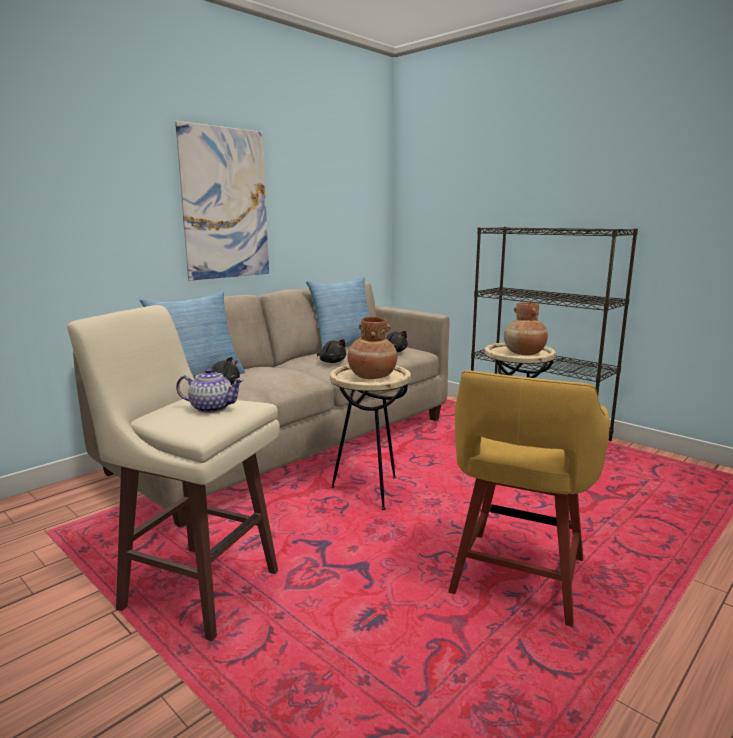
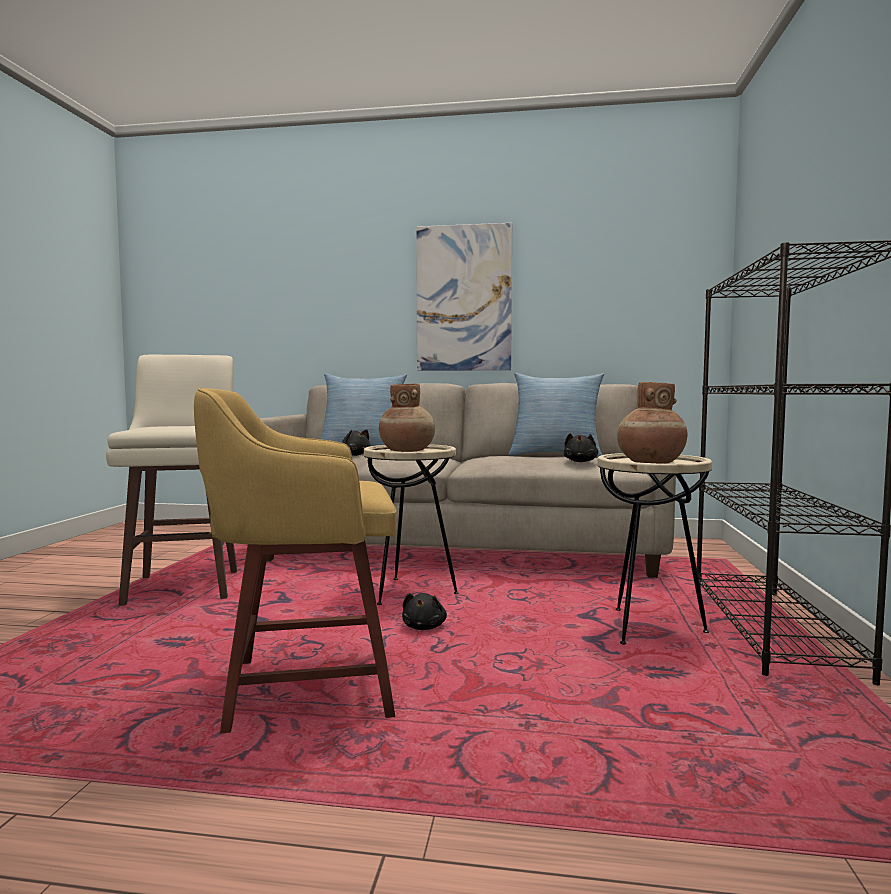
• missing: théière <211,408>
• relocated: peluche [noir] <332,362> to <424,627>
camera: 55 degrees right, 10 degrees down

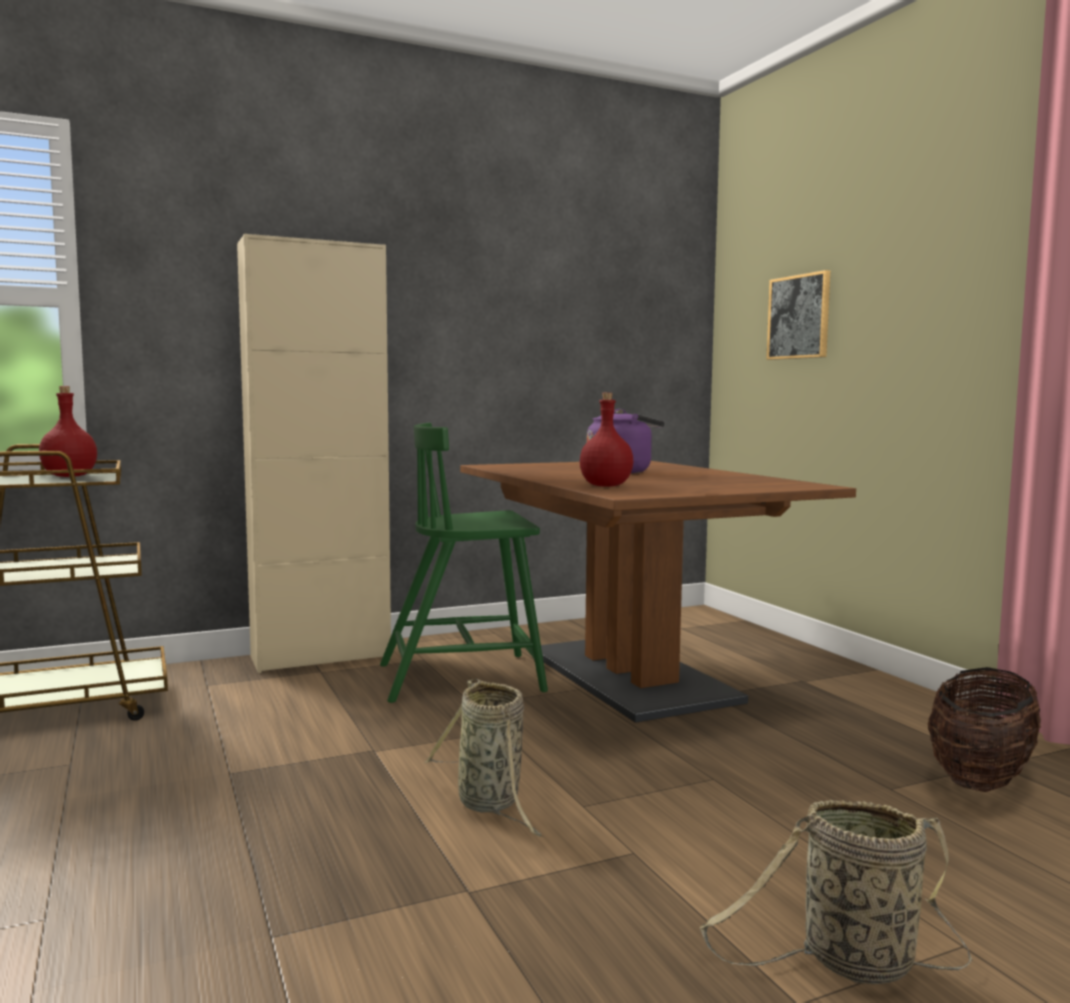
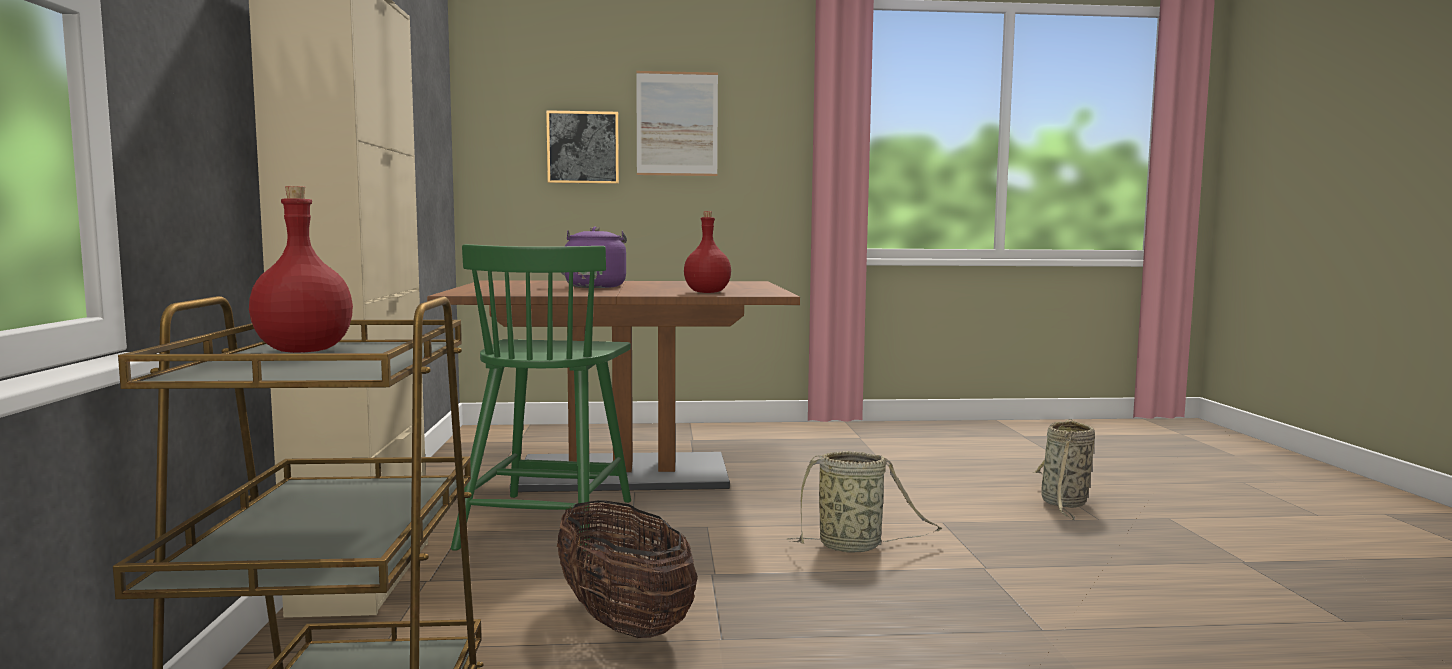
• appeared: tableau <677,124>
• relocated: panier <980,778> to <623,622>
camera: 70 degrees left, 0 degrees up

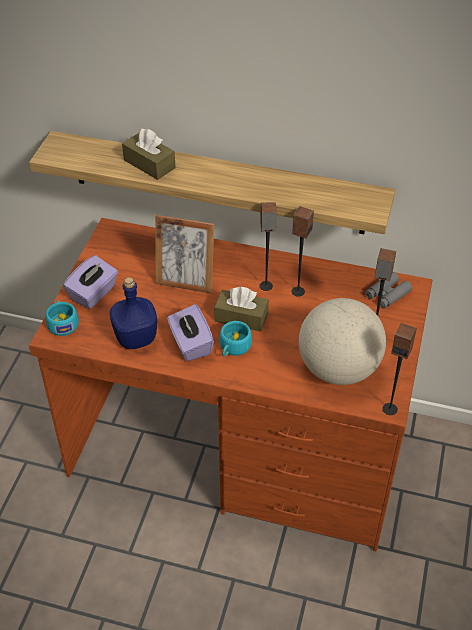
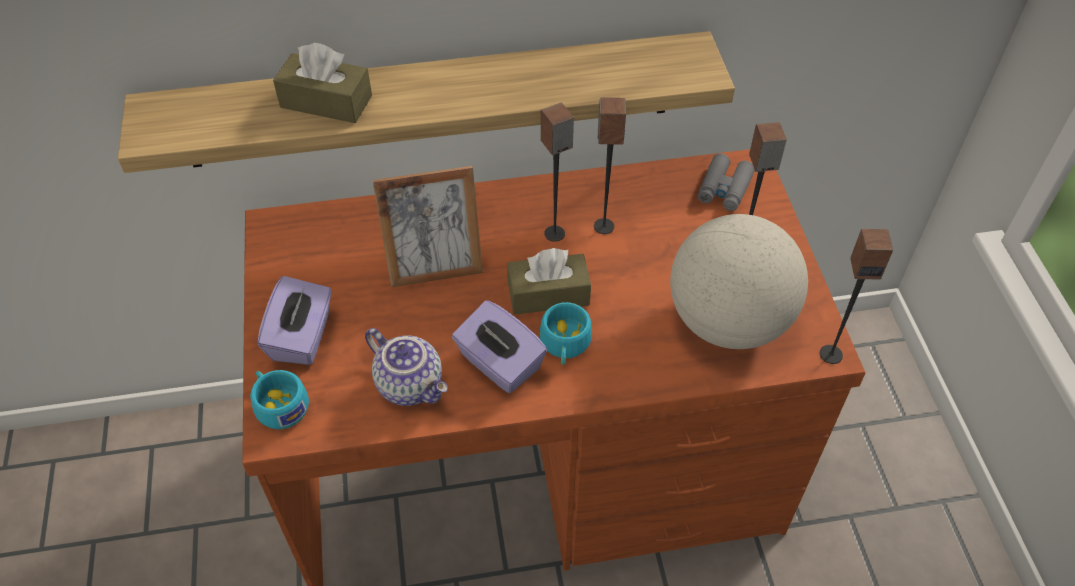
• exchanged: bouteille [bleu] <136,337> to théière <411,384>
camera: 25 degrees left, 5 degrees up

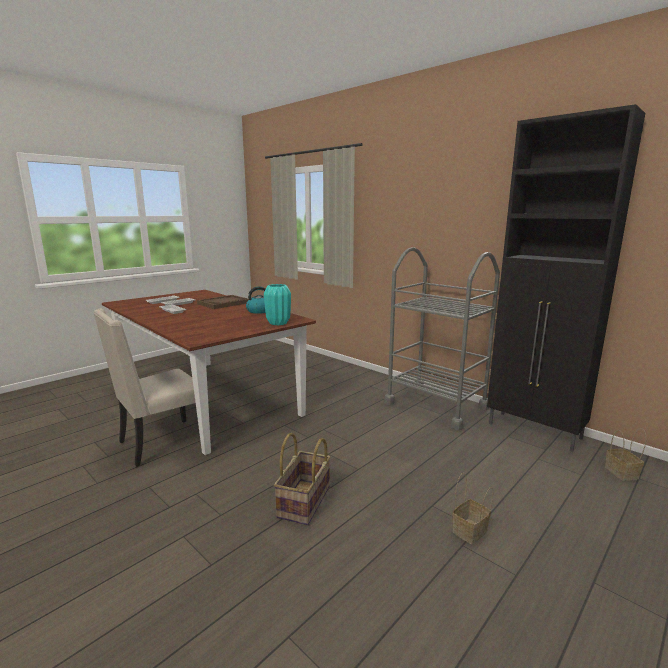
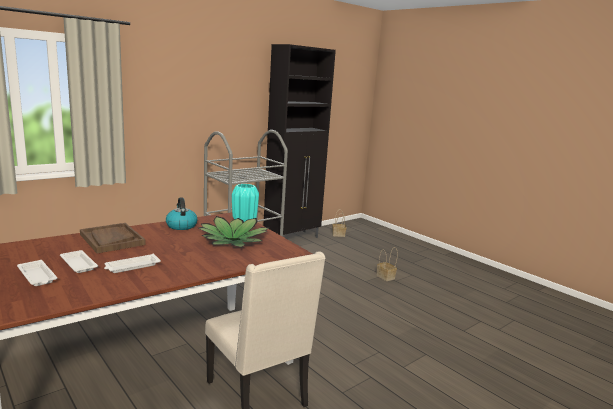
• missing: panier <305,502>
• appeared: plante en pot <233,240>
camera: 85 degrees left, 0 degrees up

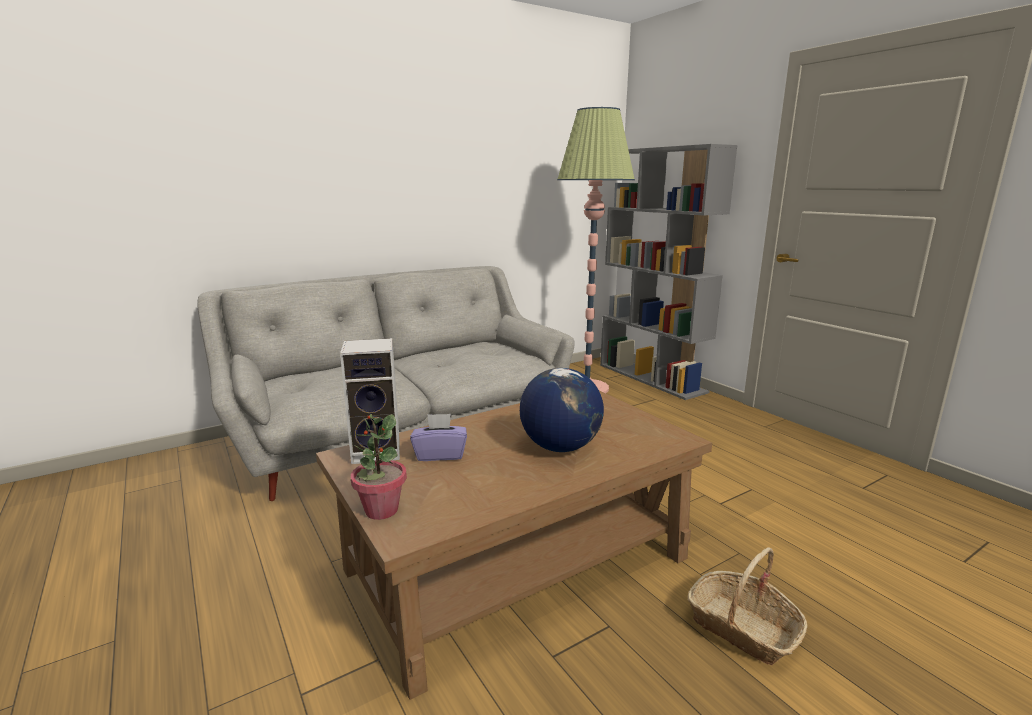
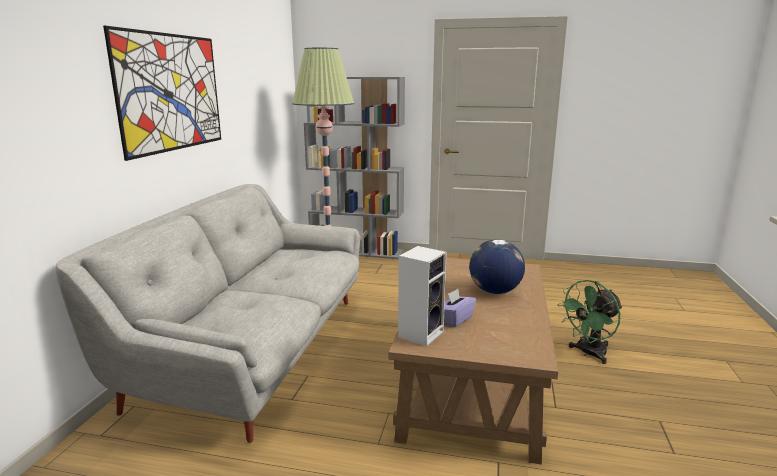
• missing: plante en pot <381,510>
• appeared: tableau <171,92>
• exchanged: panier <743,628> to ventilateur [vert] <588,353>
camera: 45 degrees left, 0 degrees up

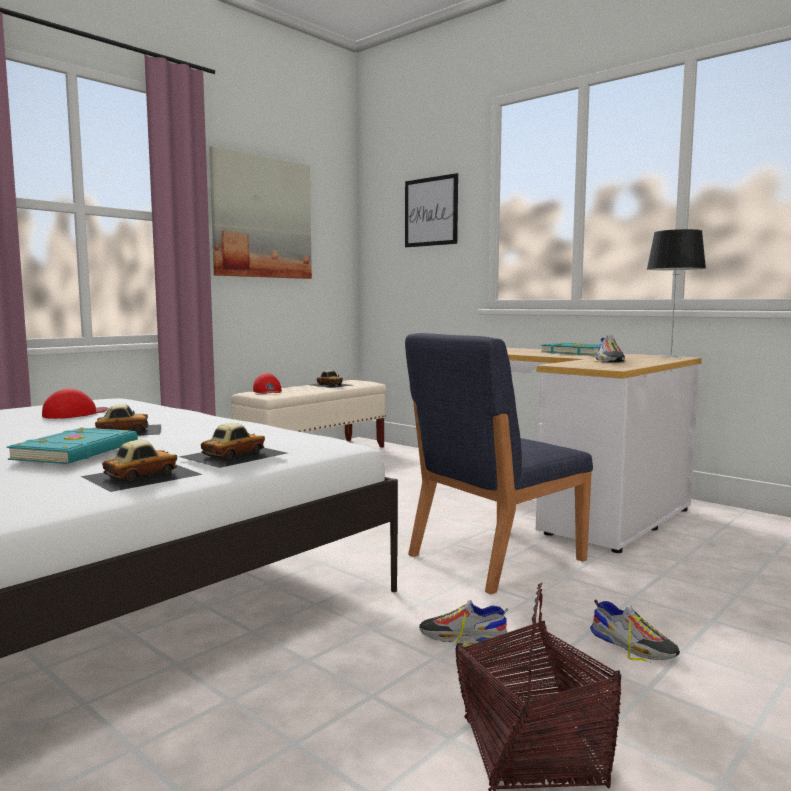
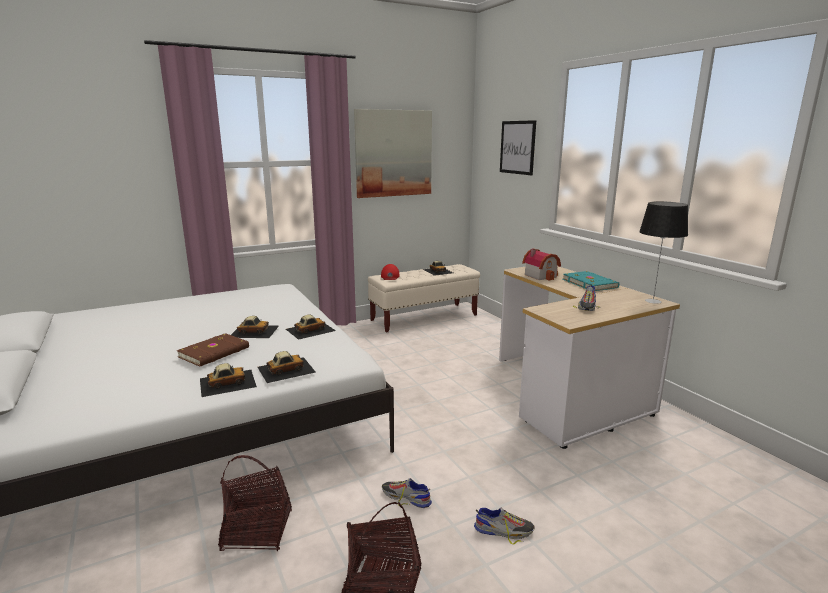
• missing: casquette [rouge] <75,414>
• missing: chaise [bleu] <494,557>
• appeared: panier <257,531>
• appeared: petite voiture <310,329>
• appeared: maison miniature <541,275>
• colour: livre [turquoise] <78,451> to livre [marron] <215,352>
• spun: chaussure <633,645> = <504,530> 60 degrees counterclockwise
camera: 20 degrees right, 10 degrees up

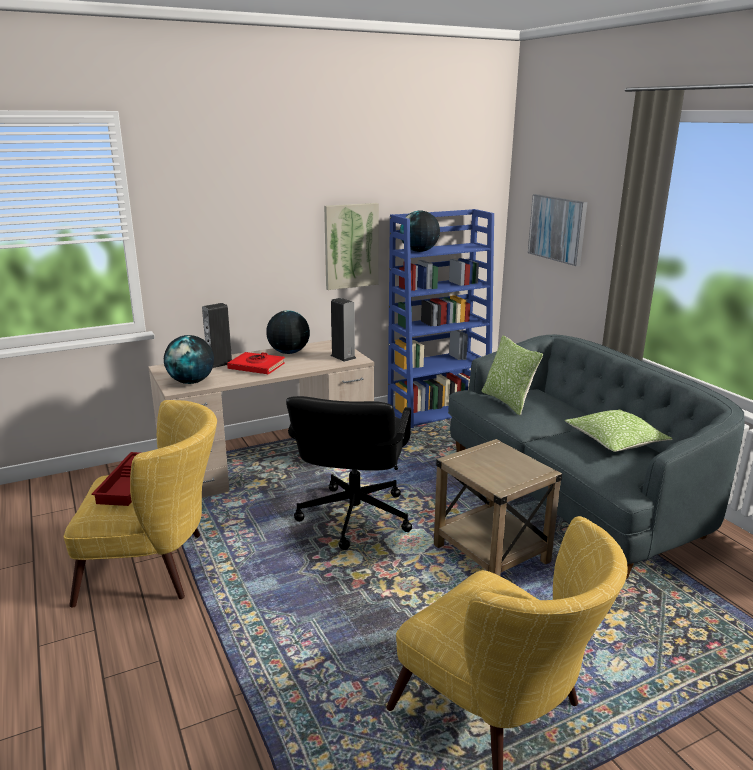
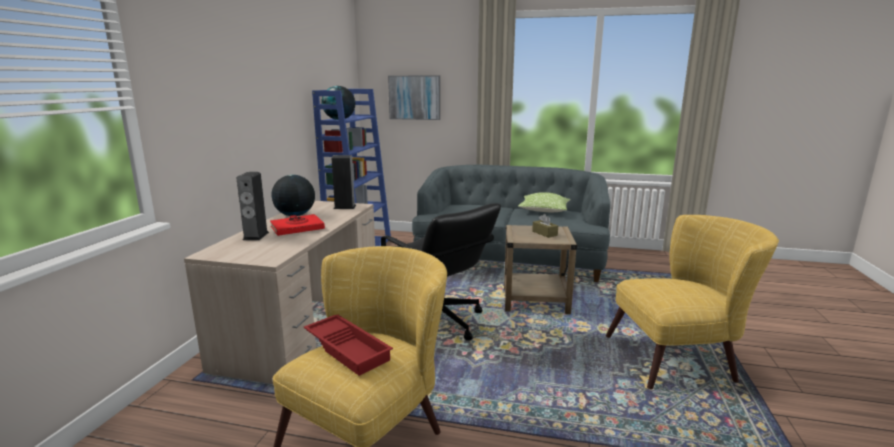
• missing: globe <191,382>
• missing: tableau <351,246>
• missing: coussin <508,401>
• appeared: boîte à mouchoirs [marron] <544,233>
camera: 50 degrees left, 5 degrees down

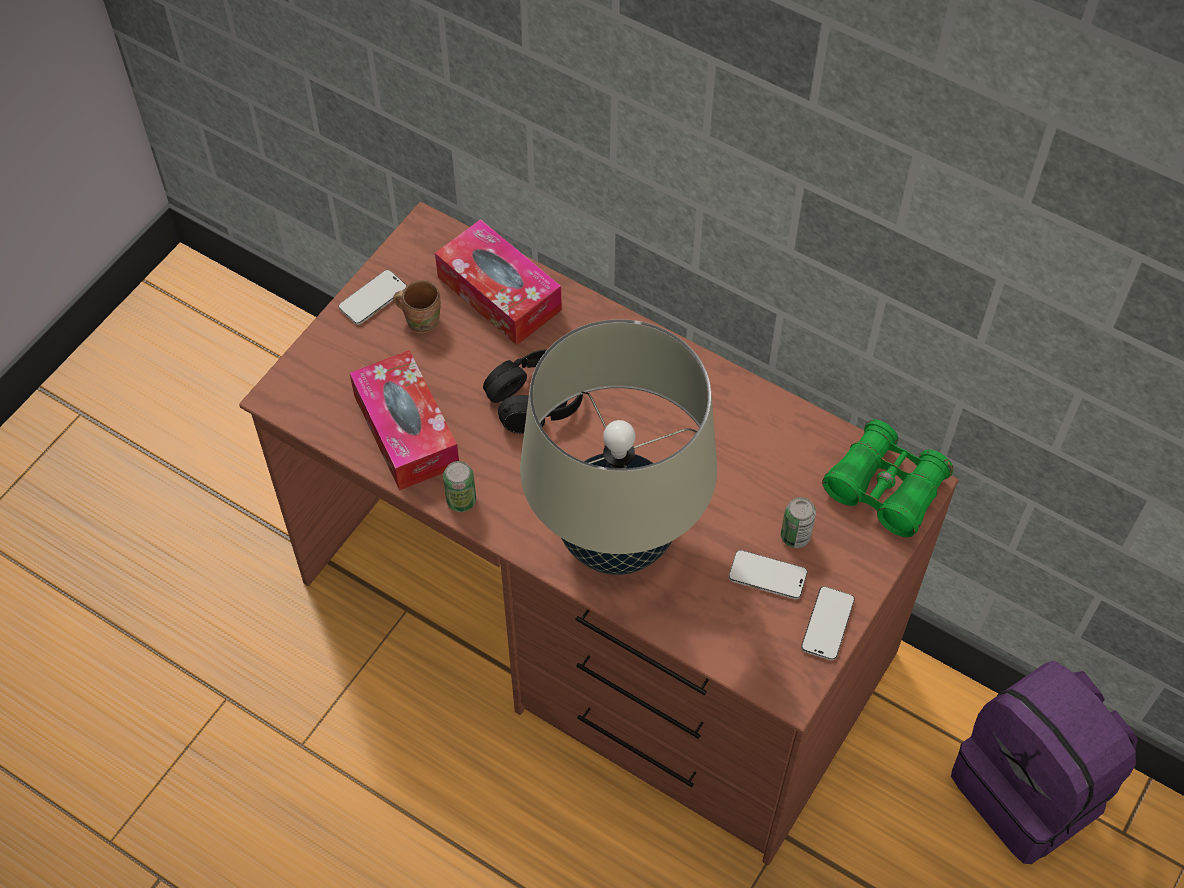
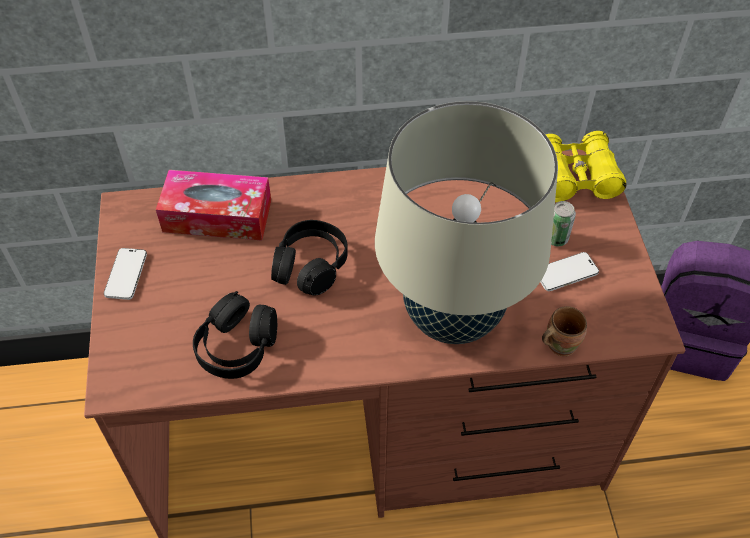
• missing: boîte métallique <461,500>
• missing: téléphone <827,624>
• relocated: mug [marron] <421,319> to <558,343>
• exchanged: boîte à mouchoirs <406,430> to casque audio [noir] <237,346>
• colour: jumelles [vert] <885,488> to jumelles [jaune] <575,177>
camera: 40 degrees left, 5 degrees down

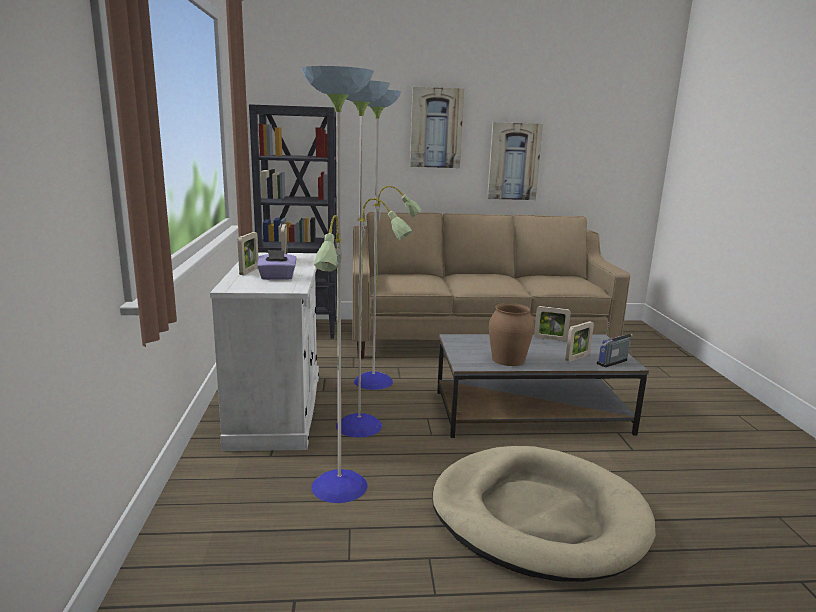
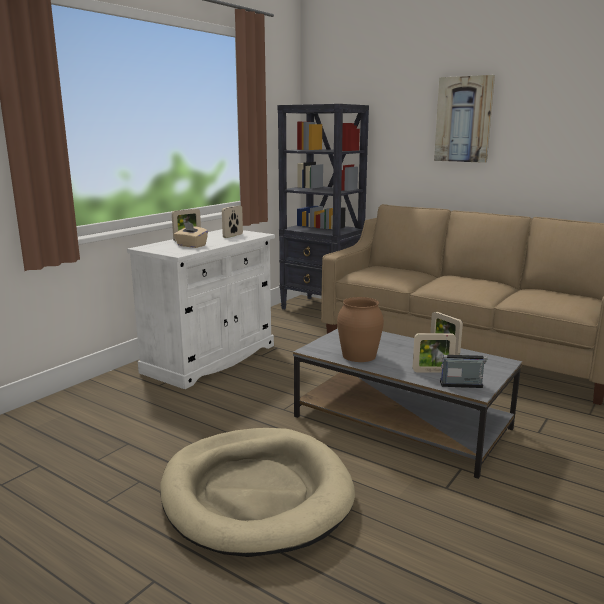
• missing: lampadaire <362,426>
• missing: tableau <513,161>
• colour: boîte à mouchoirs [violet] <277,277> to boîte à mouchoirs [beige] <191,245>
camera: 40 degrees right, 0 degrees up

